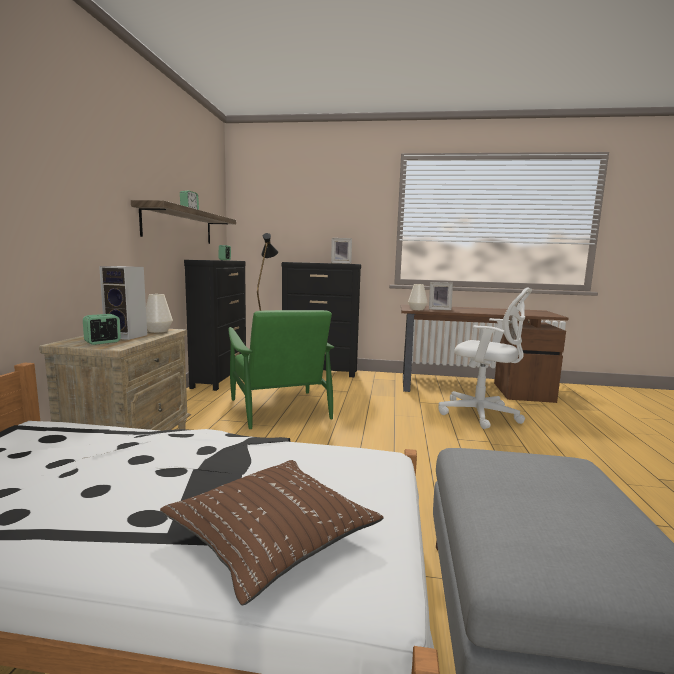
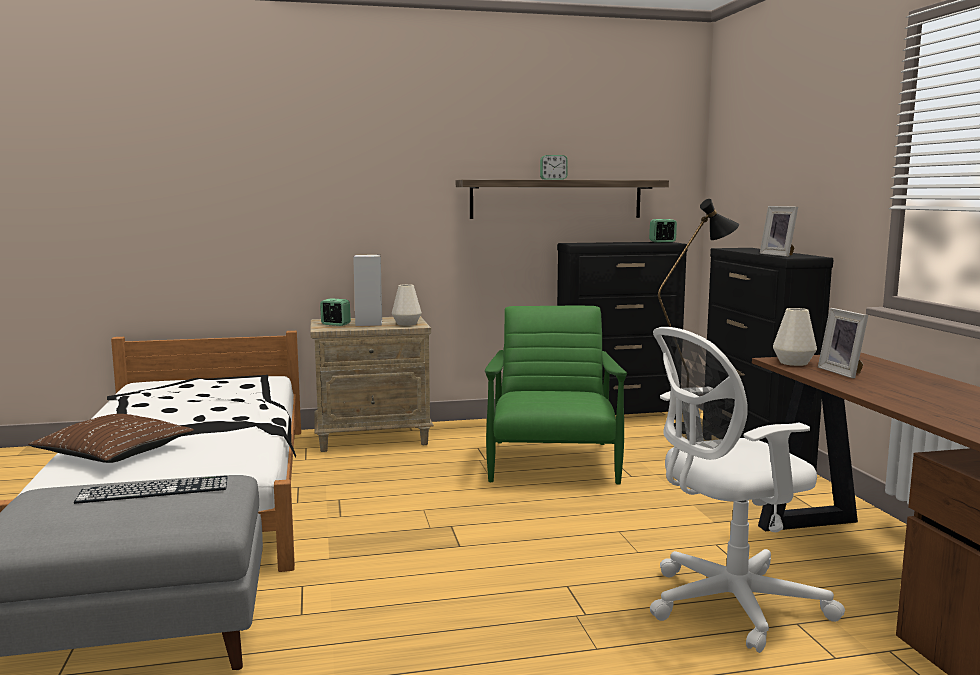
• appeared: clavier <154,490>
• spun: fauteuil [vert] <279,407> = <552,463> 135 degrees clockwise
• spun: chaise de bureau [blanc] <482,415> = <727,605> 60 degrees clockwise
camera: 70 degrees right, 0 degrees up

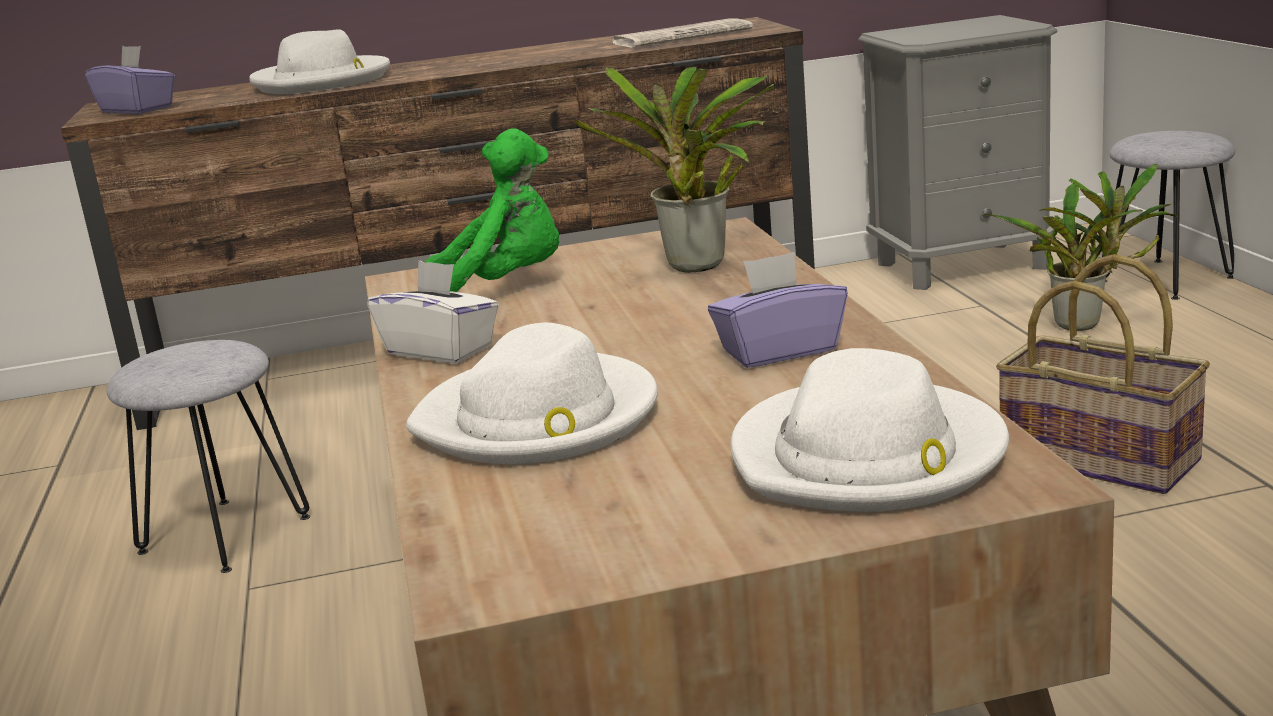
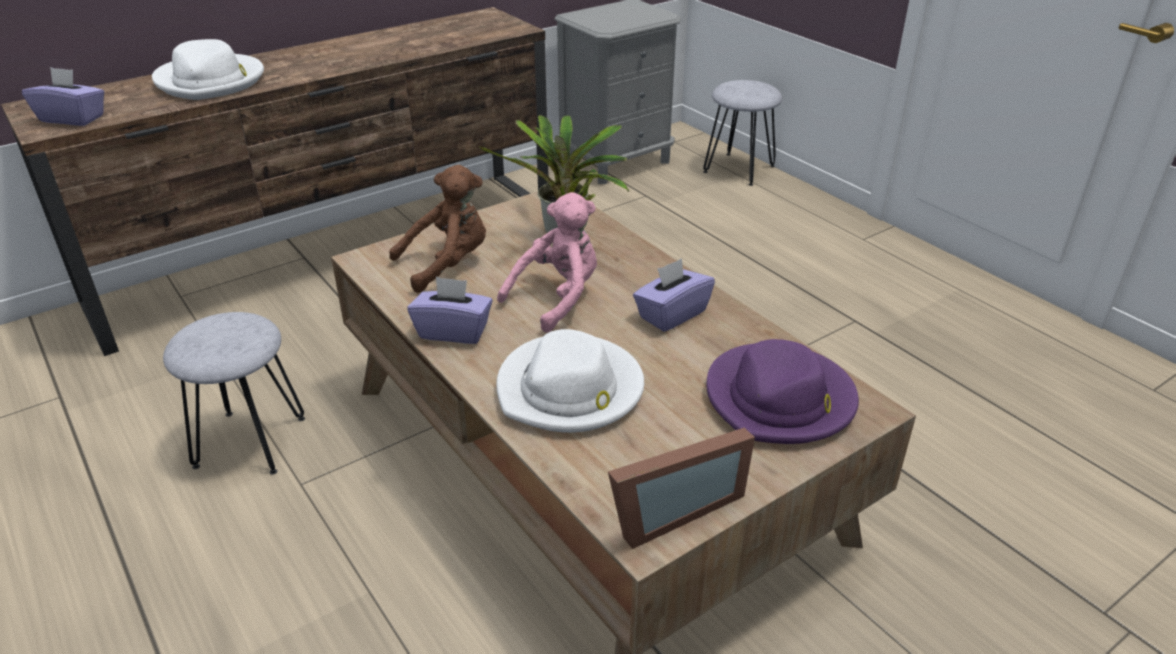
• missing: journal <682,36>
• missing: plante en pot <1084,325>
• missing: panier <1101,458>
• appeared: peluche [rose] <557,298>
• appeared: cadre photo <670,510>
• colour: boîte à mouchoirs [blanc] <441,350> to boîte à mouchoirs [violet] <453,331>
• colour: peluche [vert] <503,288> to peluche [marron] <448,264>
• colour: chapeau [blanc] <868,457> to chapeau [violet] <780,400>
camera: 25 degrees left, 15 degrees up

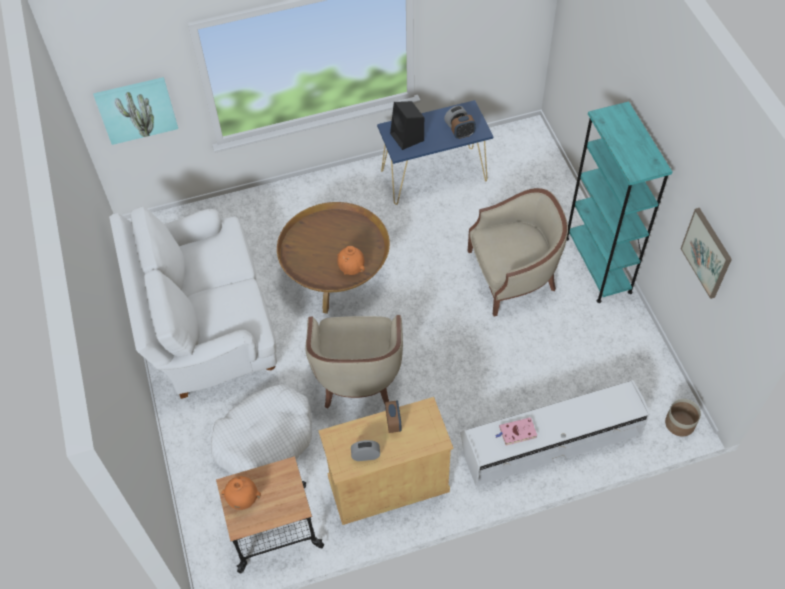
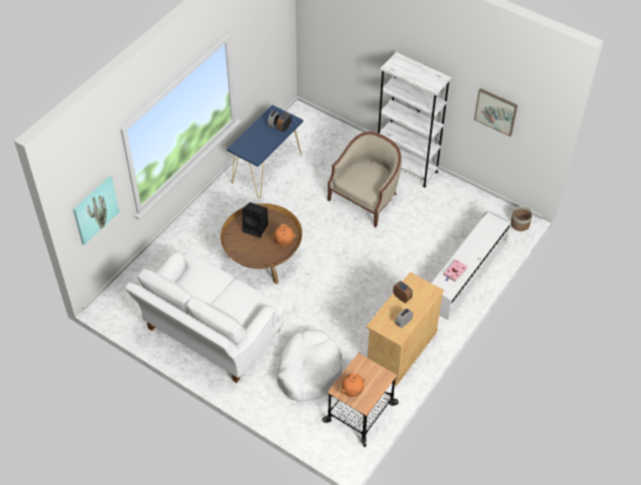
• missing: fauteuil [beige] <357,375>
• relocated: enceinte [noir] <407,137> to <256,228>
• colour: bibliothèque [turquoise] <597,265> to bibliothèque [blanc] <406,167>
camera: 40 degrees left, 5 degrees down

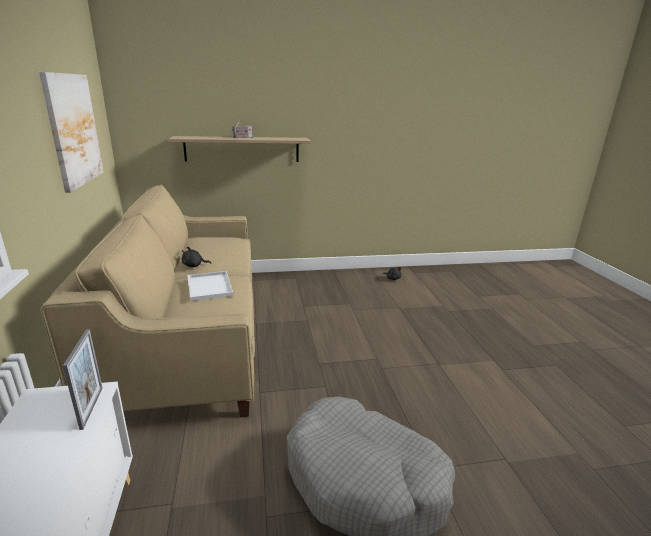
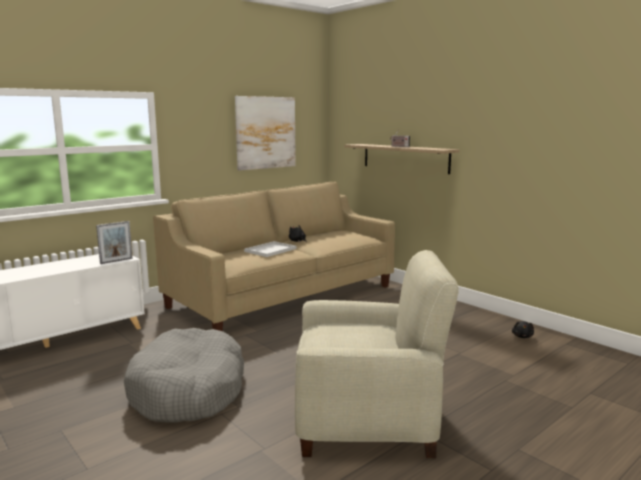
• appeared: fauteuil [beige] <367,419>
camera: 60 degrees right, 10 degrees down

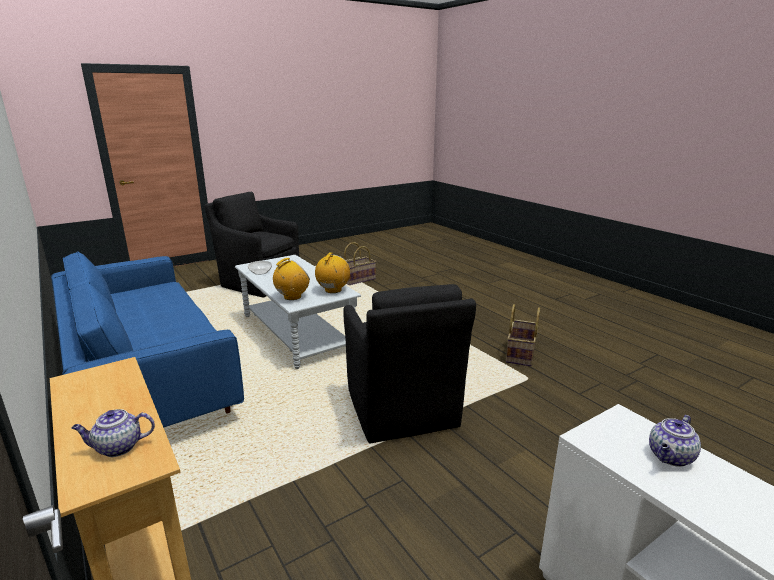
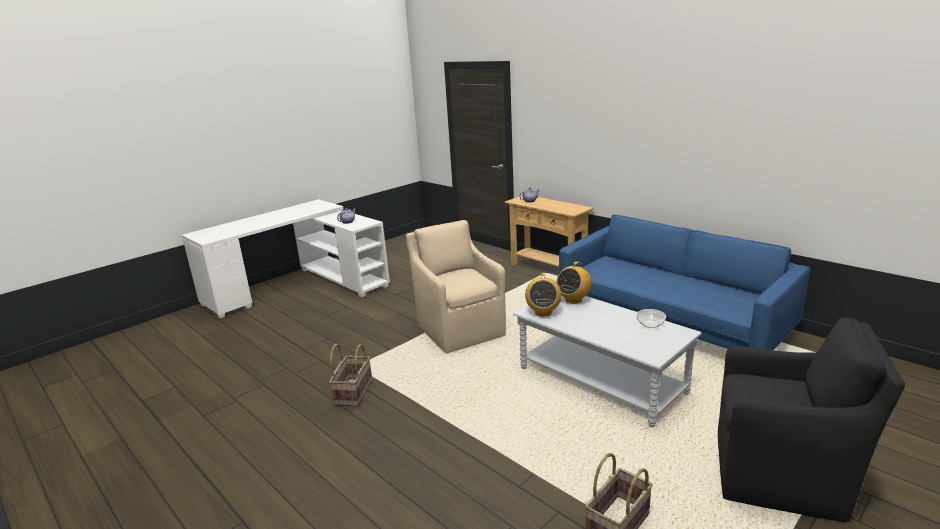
• colour: fauteuil [noir] <402,410> to fauteuil [beige] <460,329>
camera: 170 degrees right, 0 degrees up

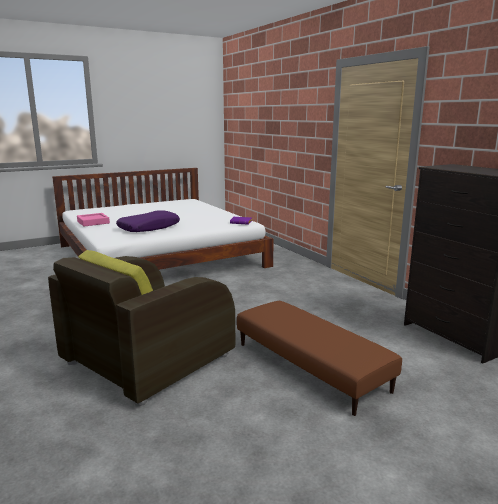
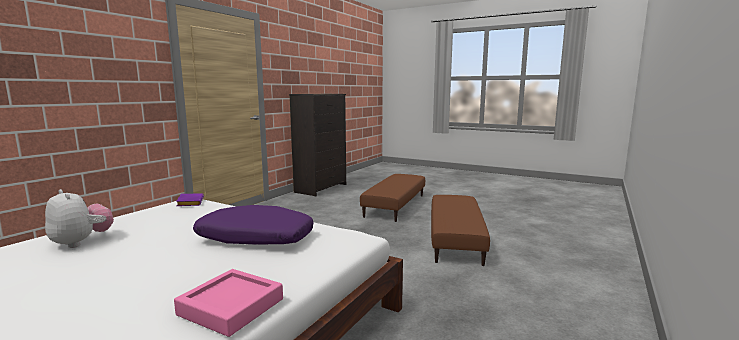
• appeared: peluche <82,242>
• exchanged: fauteuil [marron] <147,359> to pouf [marron] <456,238>
camera: 120 degrees left, 5 degrees down

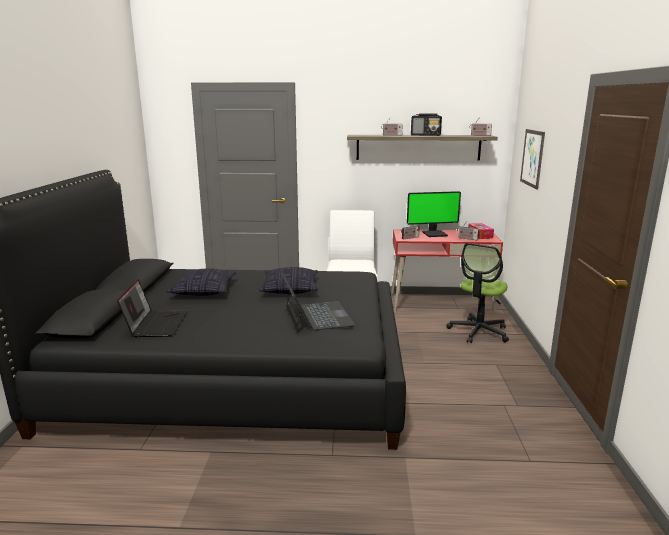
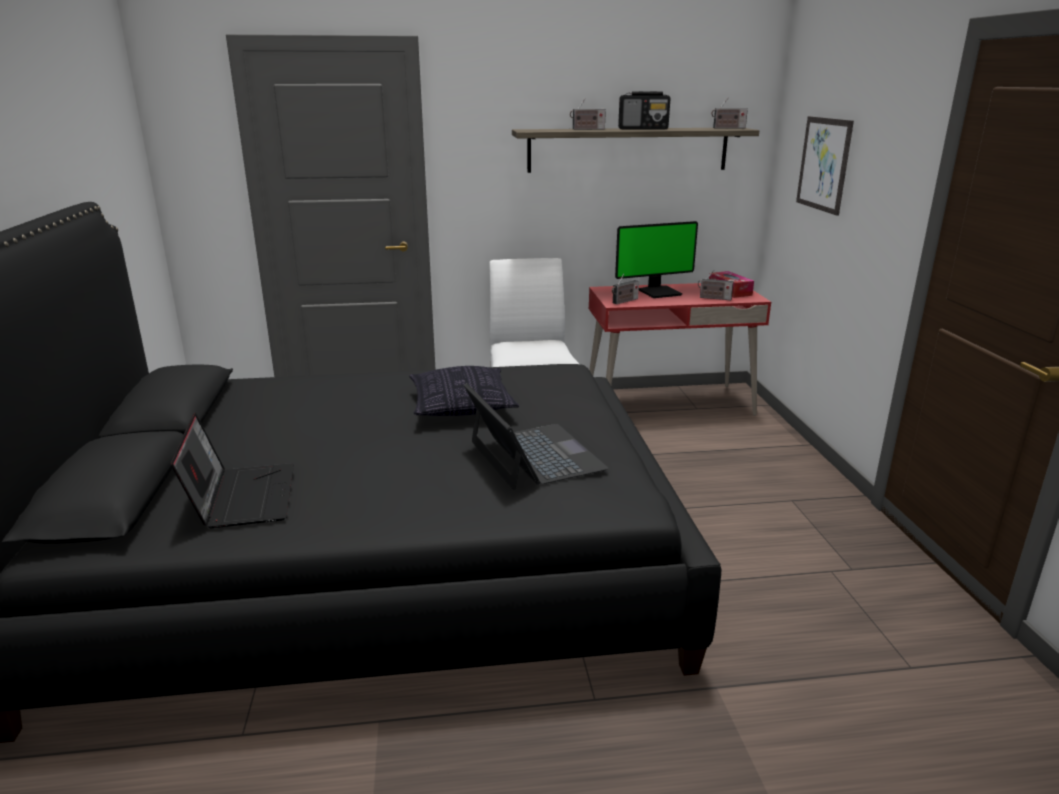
• missing: coussin <204,291>
• missing: chaise de bureau <478,332>
camera: 10 degrees left, 5 degrees up

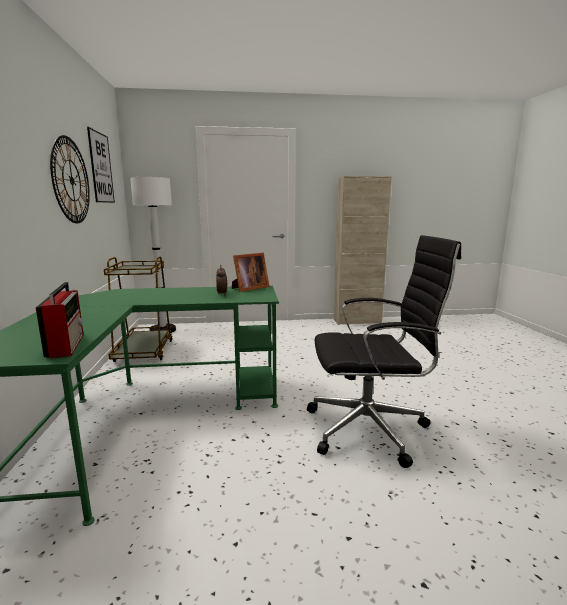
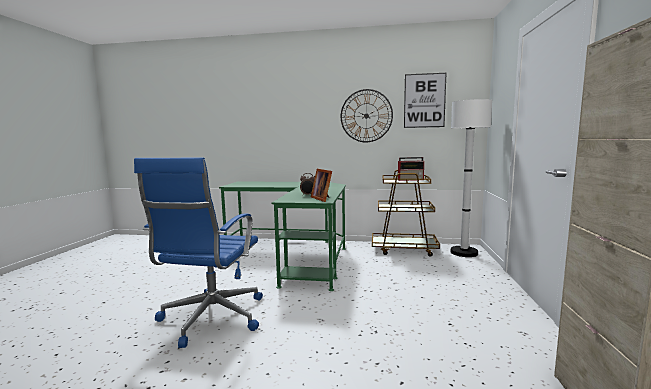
• relocated: radio <66,345> to <411,180>
• colour: chaise de bureau [noir] <370,428> to chaise de bureau [bleu] <211,318>
camera: 105 degrees right, 5 degrees down

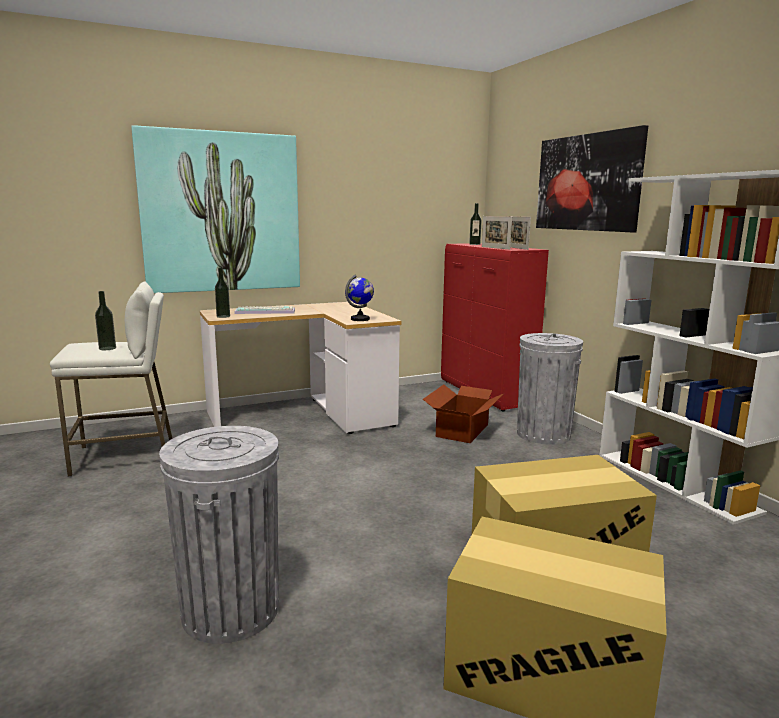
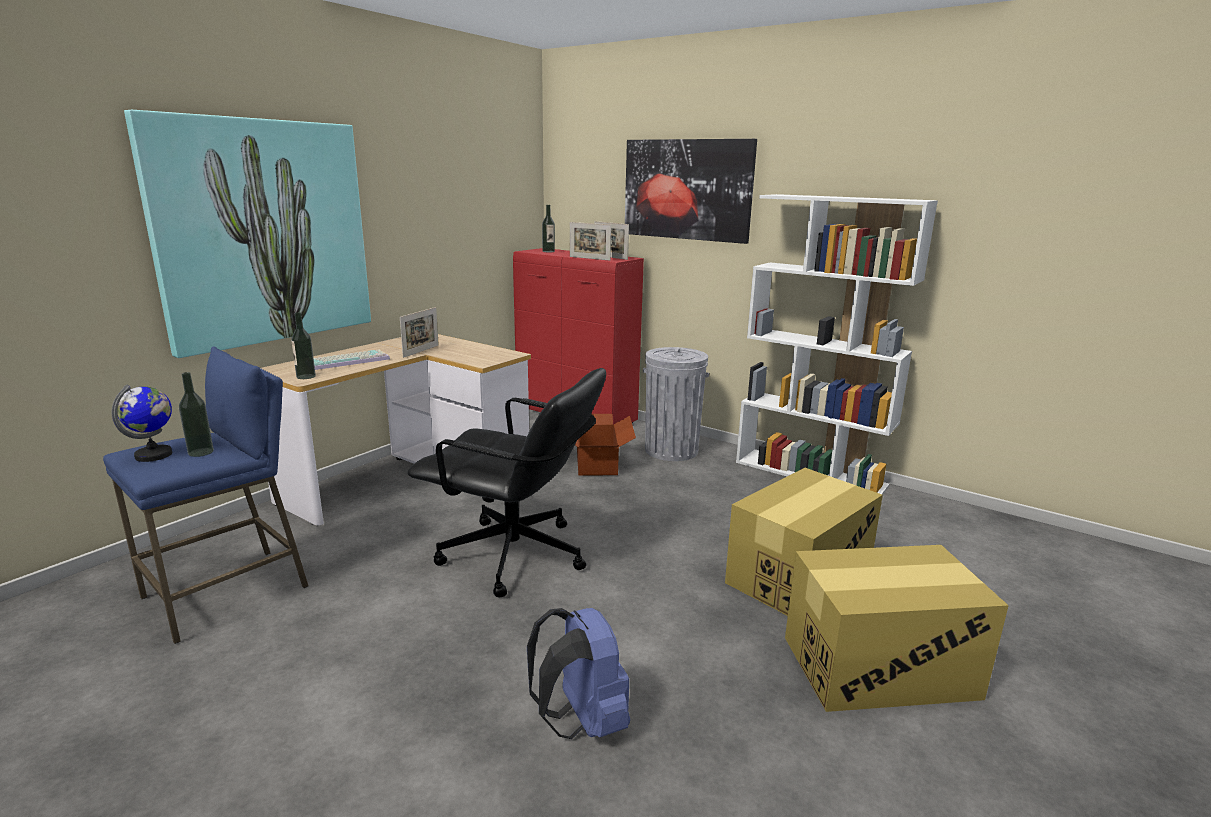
• appeared: cadre photo <421,351>
• appeared: chaise de bureau [noir] <515,556>
• relocated: globe <360,319> to <154,455>
• exchanged: poubelle [gris] <230,609> to sac à dos [bleu] <582,721>
• colour: tabouret [blanc] <125,456> to tabouret [bleu] <227,592>
camera: 30 degrees left, 5 degrees up

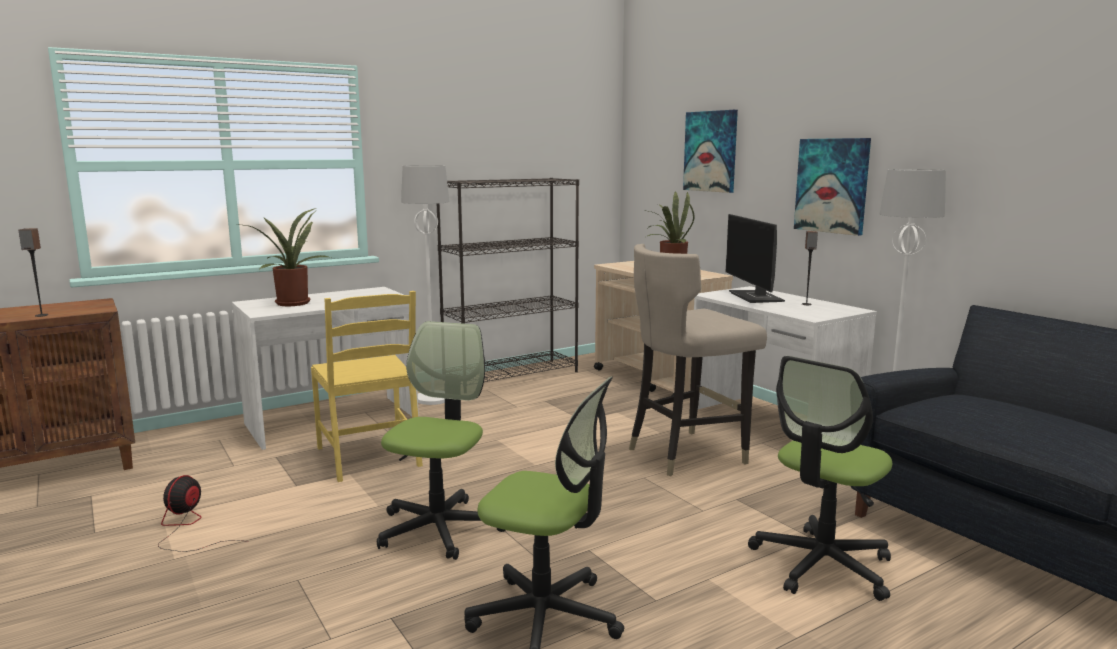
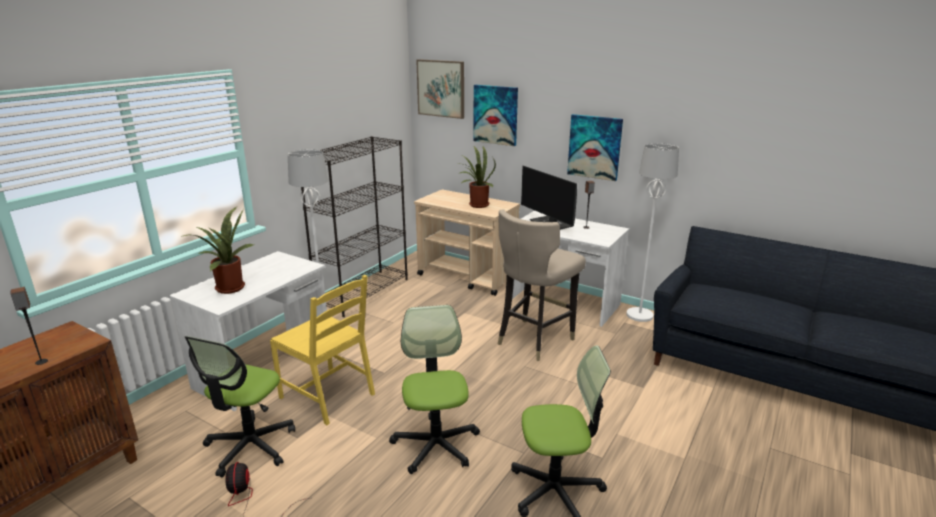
• appeared: tableau <441,88>
• relocated: chaise de bureau <822,565> to <250,446>
camera: 25 degrees left, 10 degrees up

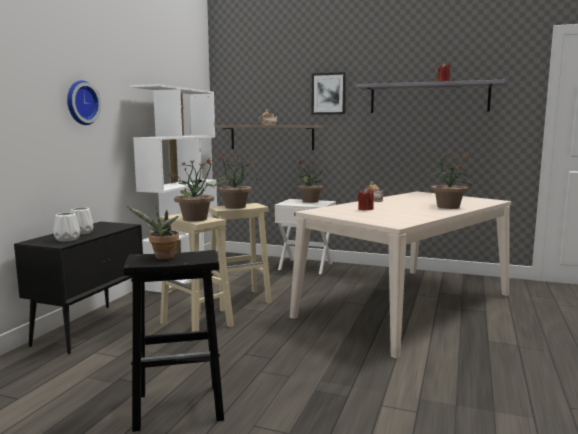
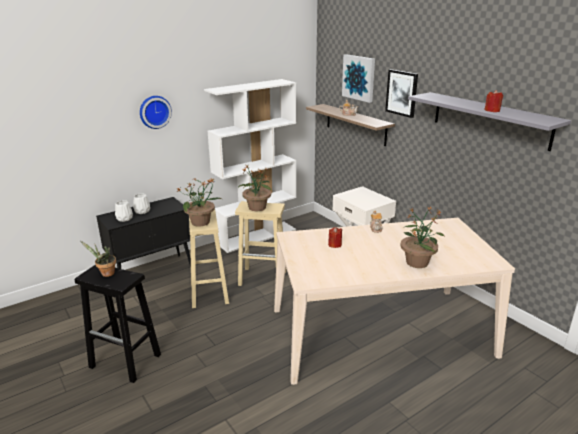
• missing: plante en pot <309,201>
• appeared: tableau <359,77>
camera: 35 degrees right, 15 degrees up

